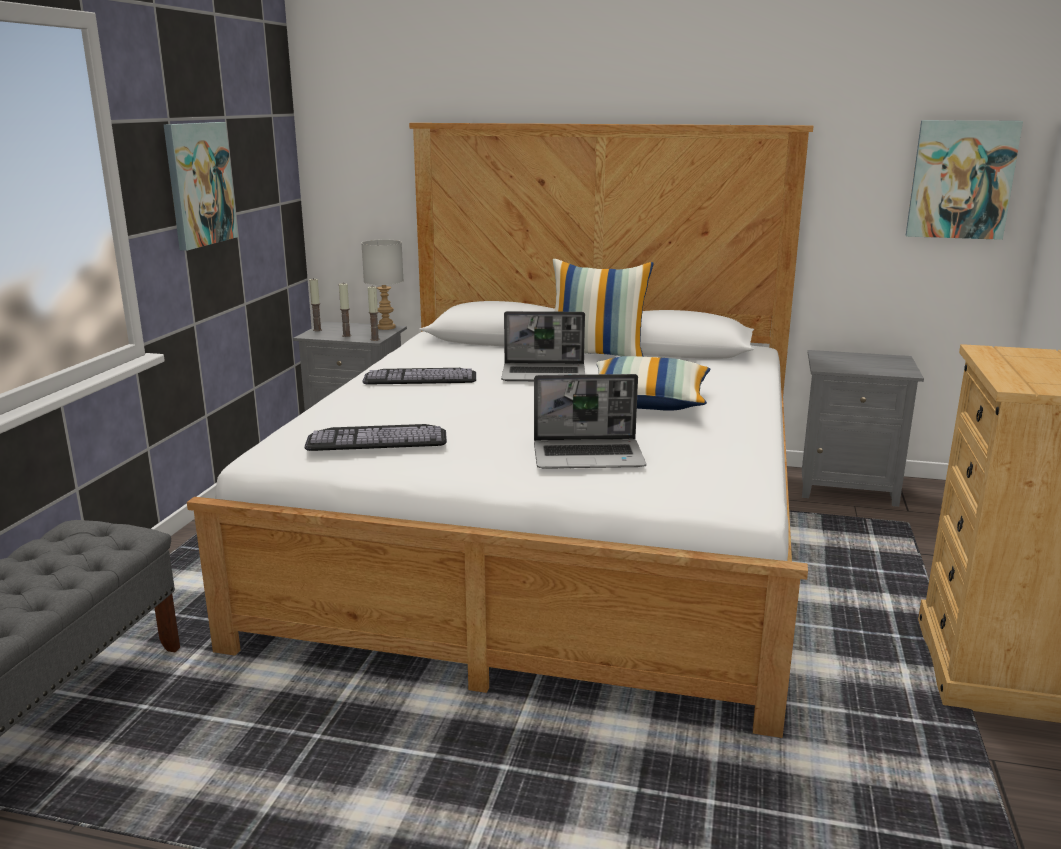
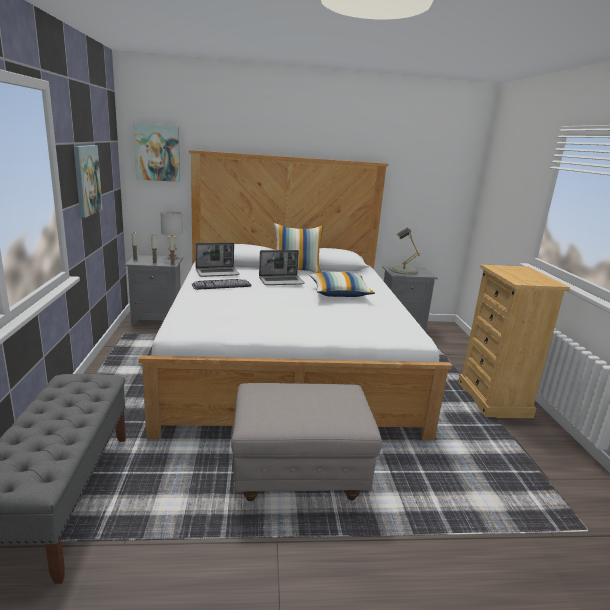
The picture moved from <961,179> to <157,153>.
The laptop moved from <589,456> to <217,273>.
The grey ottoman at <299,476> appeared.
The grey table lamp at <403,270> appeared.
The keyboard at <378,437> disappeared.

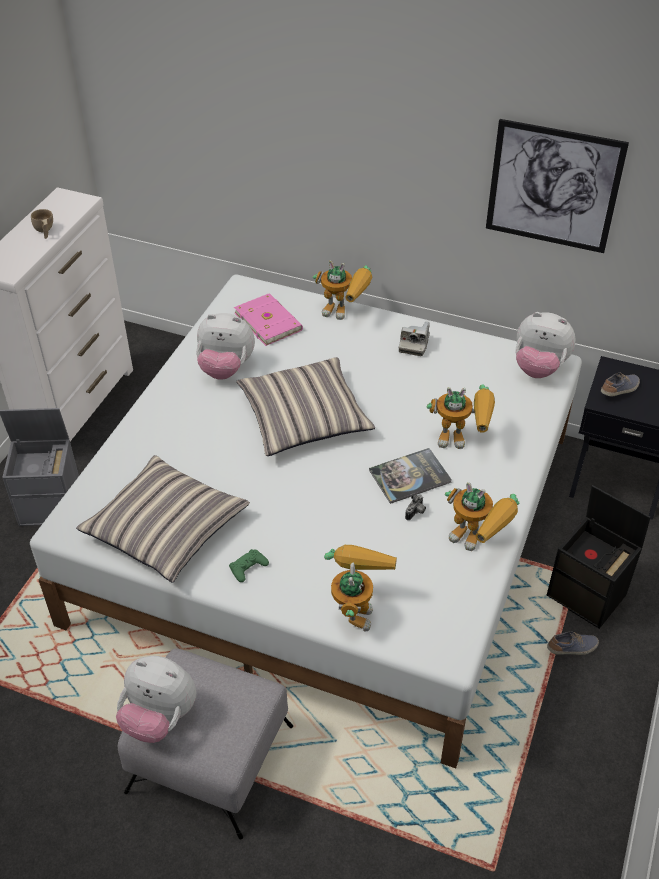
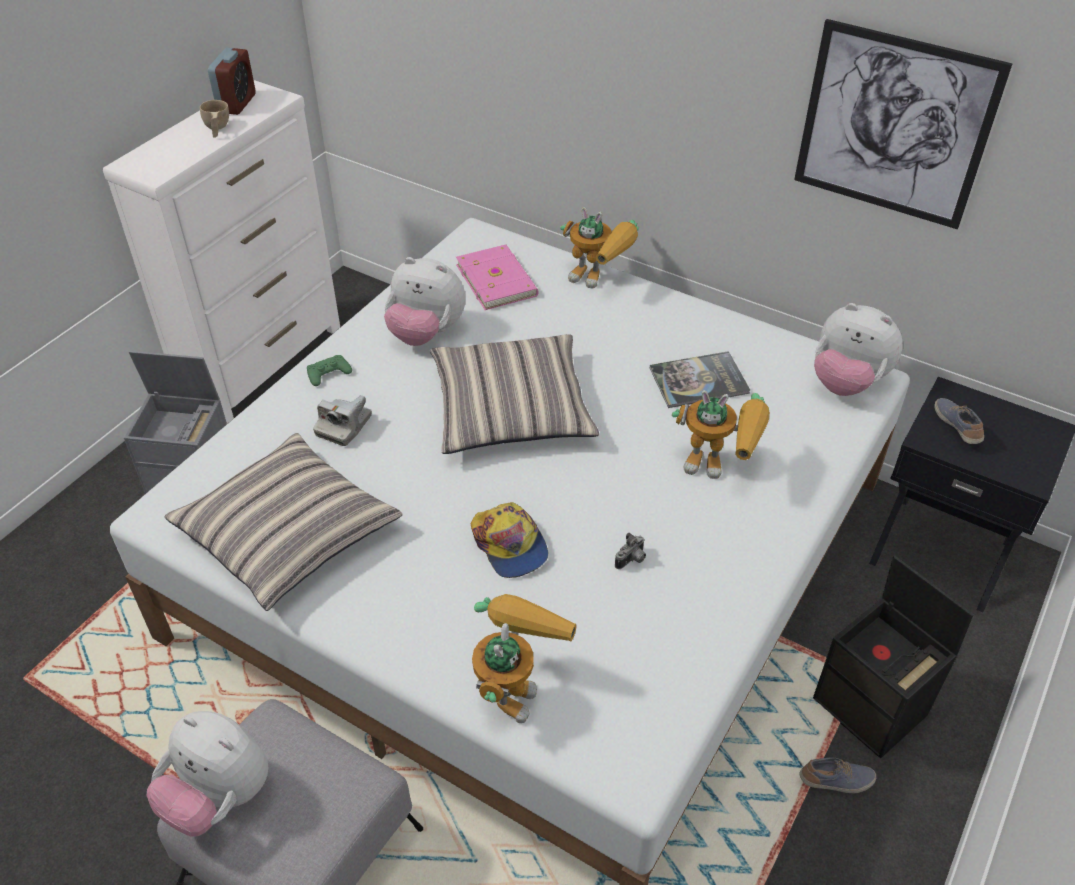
The alarm clock at <237,103> appeared.
The green game controller moved from <248,567> to <328,373>.
The photo camera moved from <414,344> to <344,426>.
The cap at <510,545> appeared.
The book moved from <410,476> to <699,381>.
The shoe at <620,390> turned 75 degrees counterclockwise.
The toy robot at <478,541> disappeared.

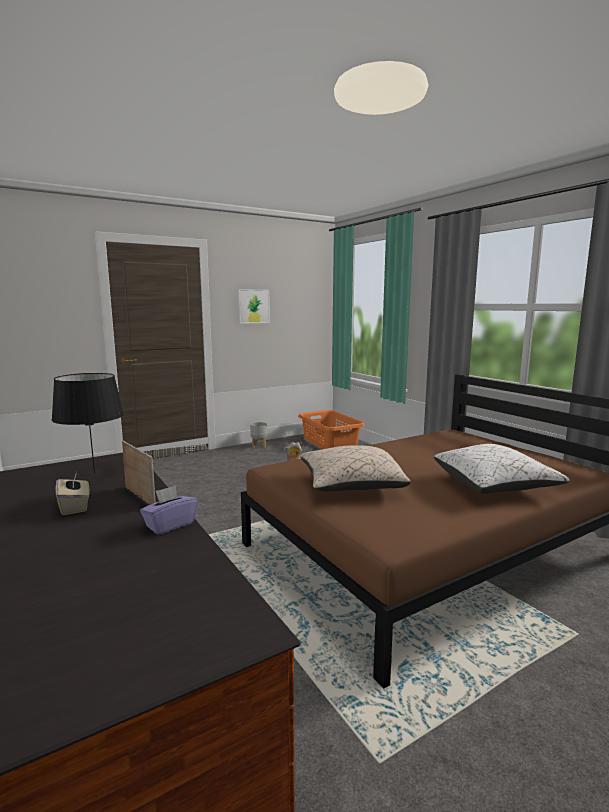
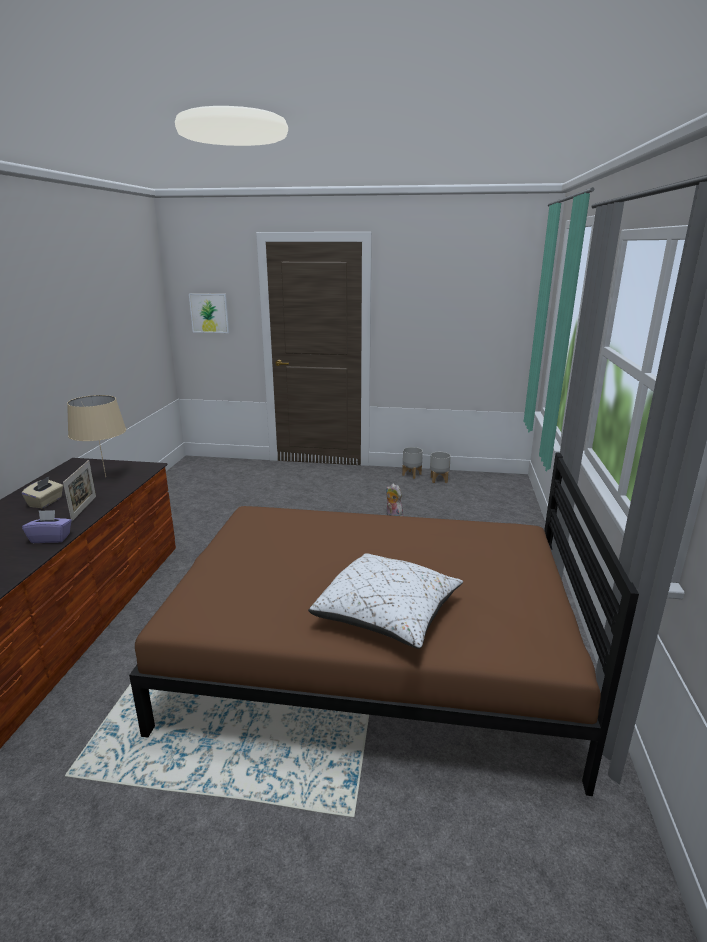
The black table lamp at <94,473> became the beige table lamp at <106,477>.
The picture moved from <253,306> to <209,313>.
The grey planter at <439,480> appeared.
The orange laundry basket at <330,442> disappeared.
The beige pillow at <350,486> disappeared.

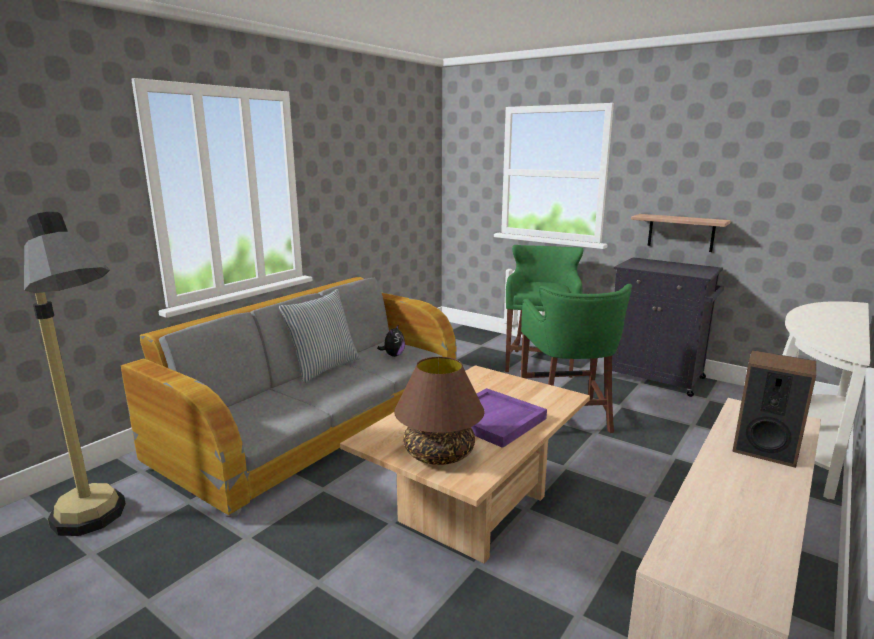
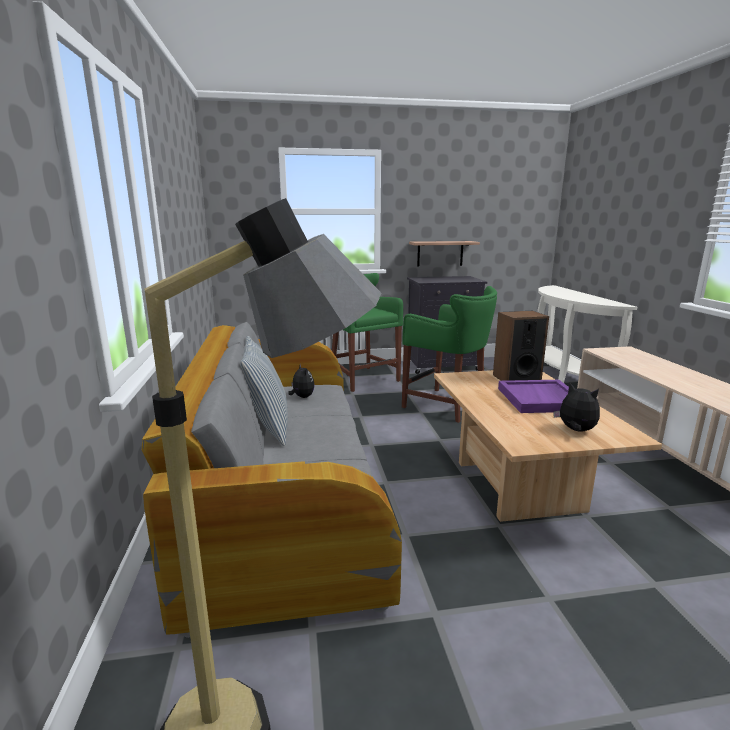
The speaker moved from <764,449> to <516,378>.
The brown table lamp at <438,453> was replaced by the plush toy at <575,430>.

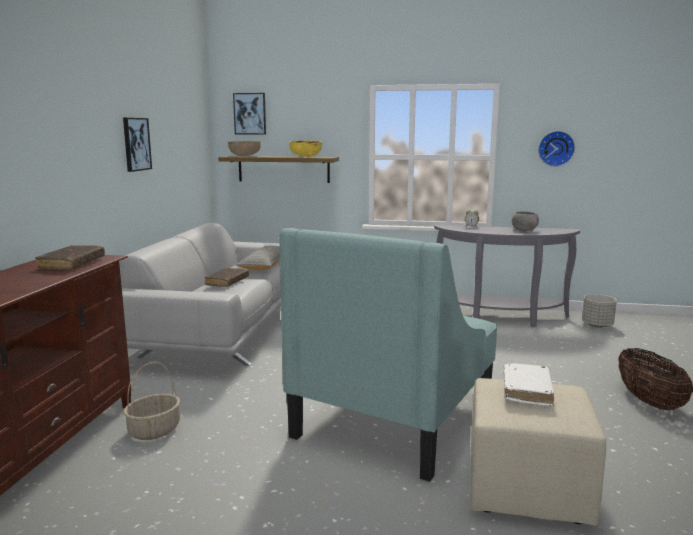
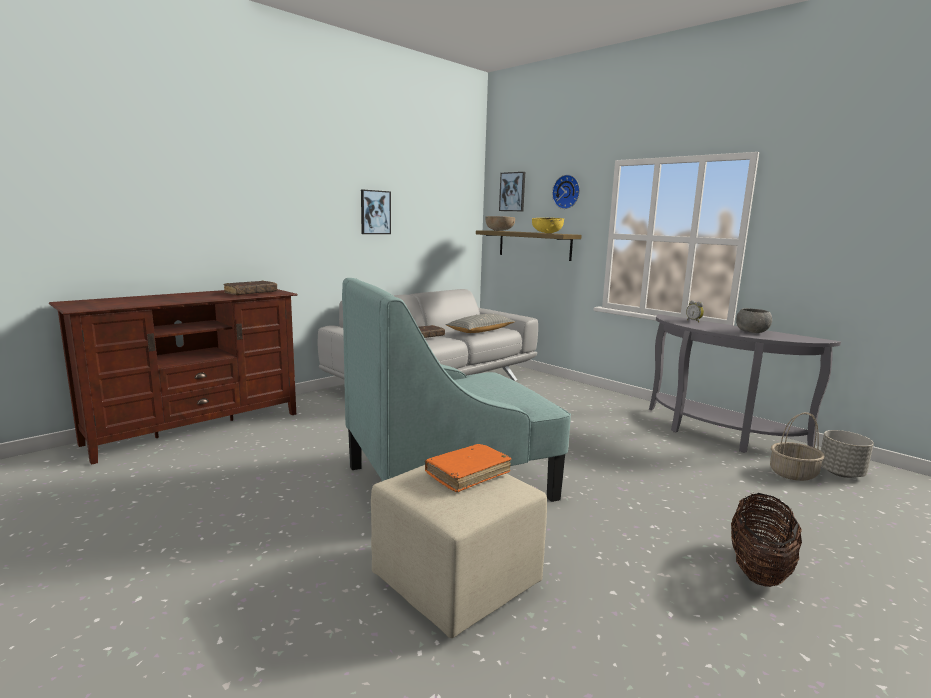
The white book at <526,391> became the orange book at <468,474>.
The wall clock moved from <556,148> to <567,192>.
The basket moved from <154,431> to <793,474>.

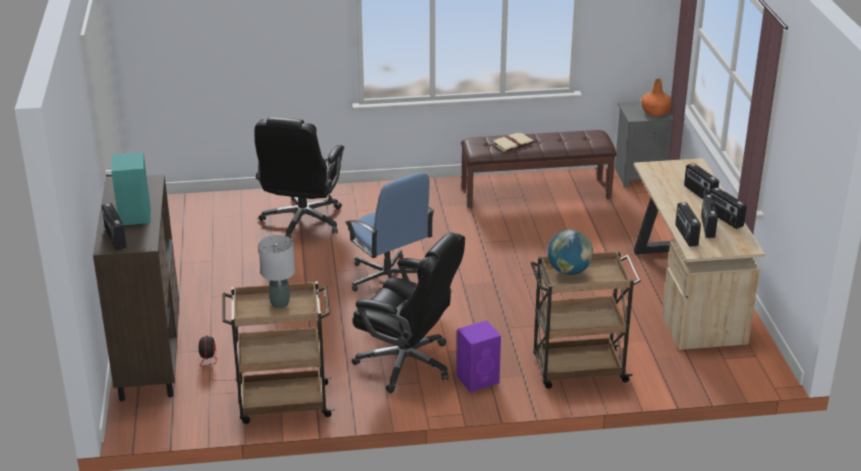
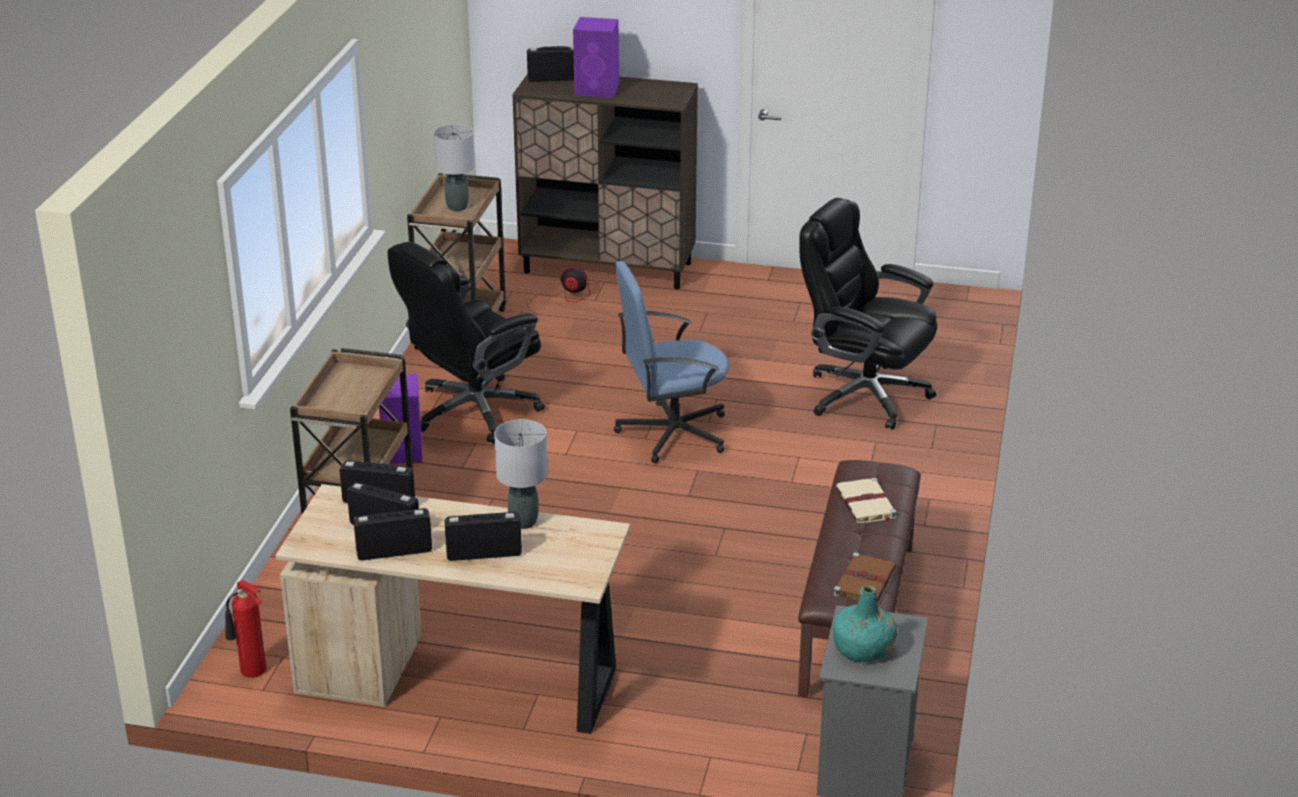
The fire extinguisher at <252,672> appeared.
The grey table lamp at <523,521> appeared.
The turquoise speaker at <134,215> became the purple speaker at <598,90>.
The brown book at <865,581> appeared.
The orange bottle at <655,112> became the turquoise bottle at <863,649>.
The globe at <569,271> disappeared.

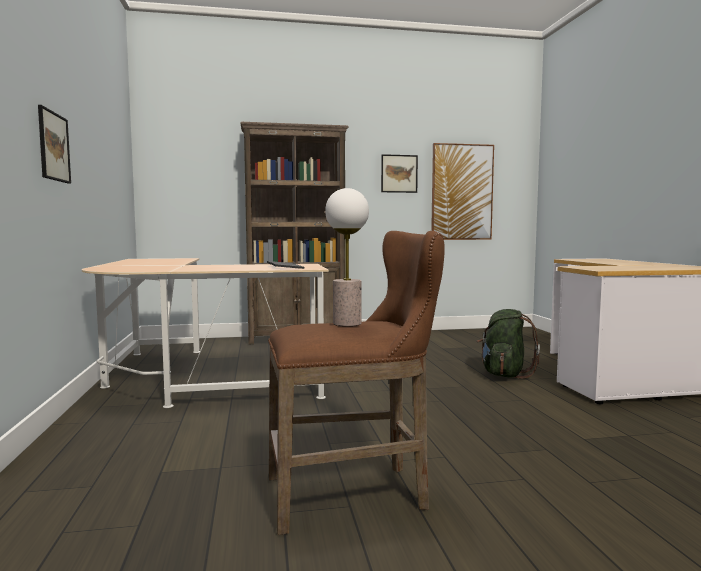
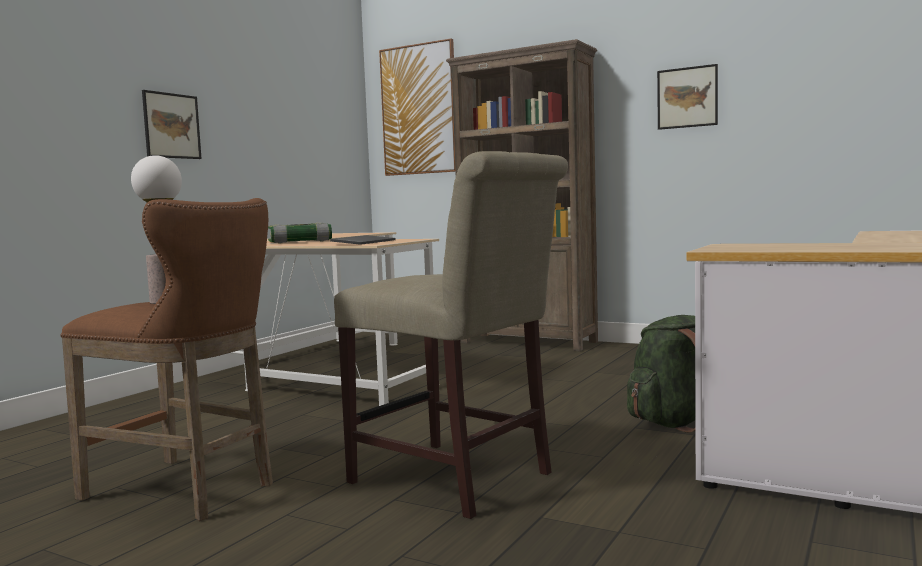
The book at <298,242> appeared.
The beige chair at <458,480> appeared.
The picture moved from <461,192> to <419,110>.

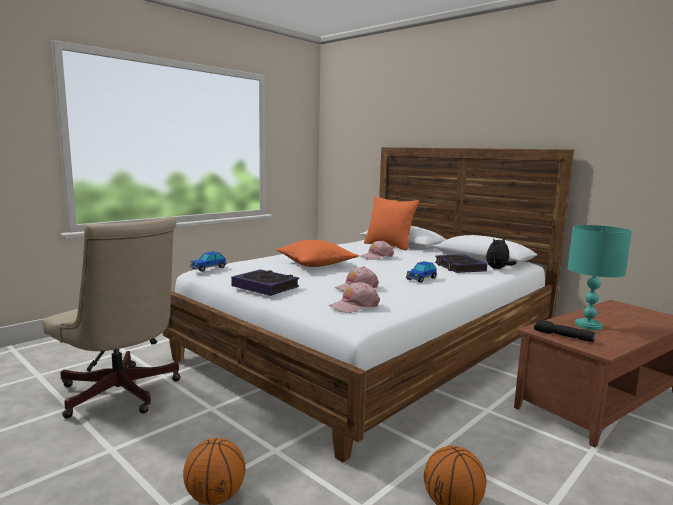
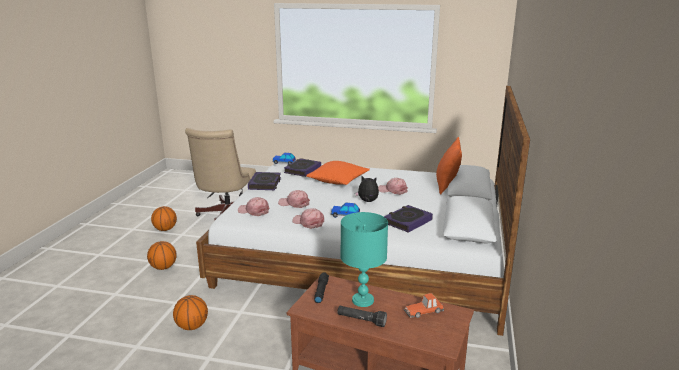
The basketball at <165,229> appeared.
The book at <302,170> appeared.
The pink cap at <308,222> appeared.
The black flashlight at <361,320> appeared.
The plush toy moved from <498,269> to <367,202>.
The toy car at <424,311> appeared.

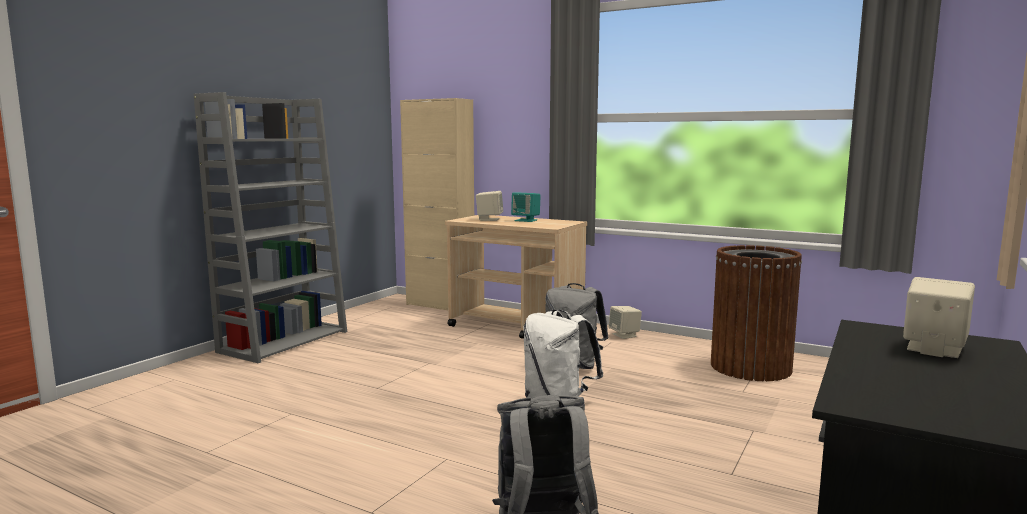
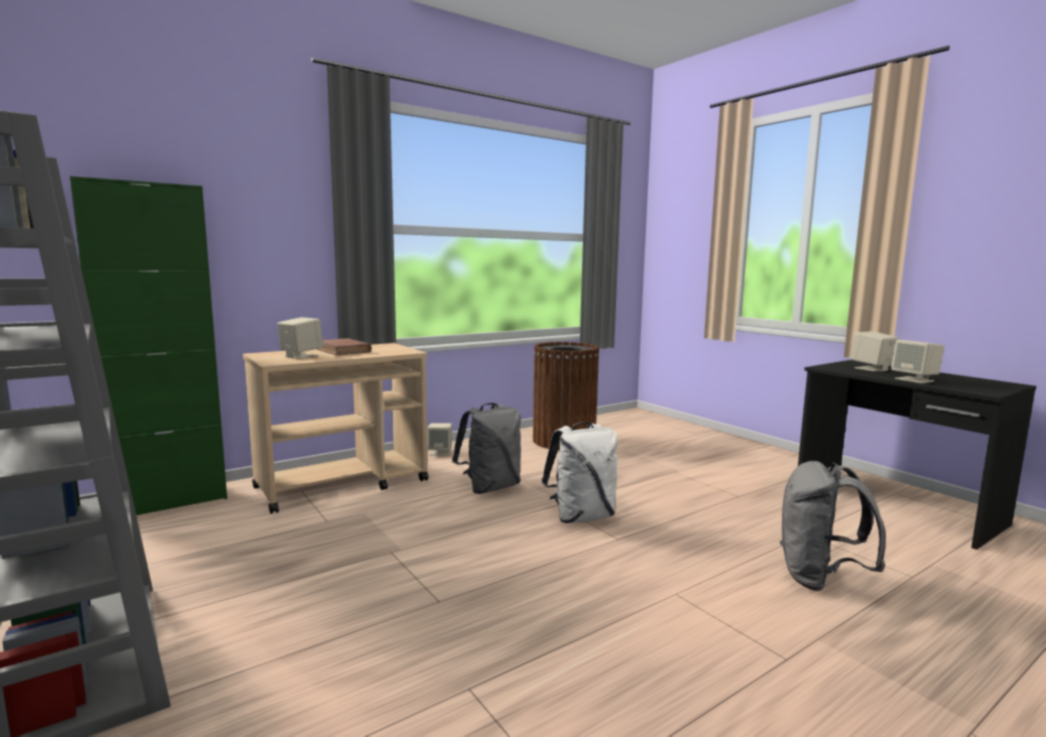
The beige cabinet at <440,305> became the green cabinet at <169,502>.
The turquoise speaker at <526,220> was replaced by the brown book at <342,350>.
The beige speaker at <915,380> appeared.

